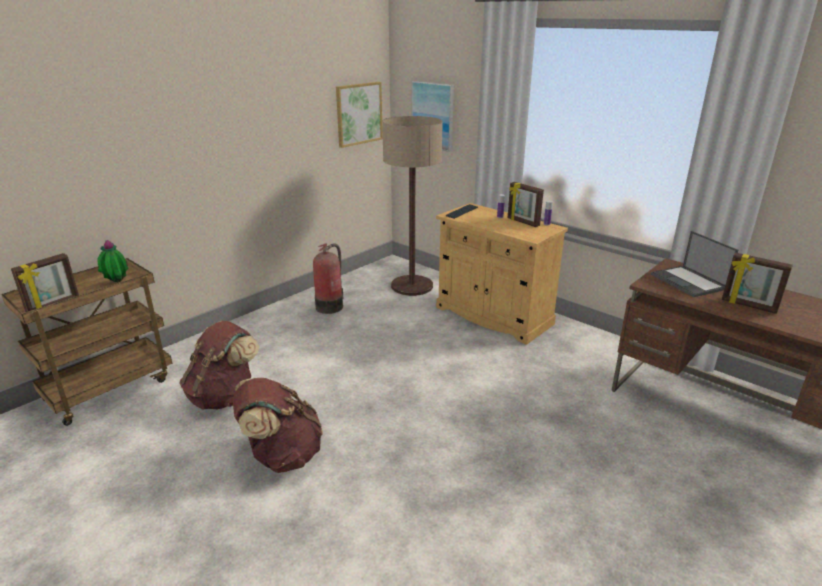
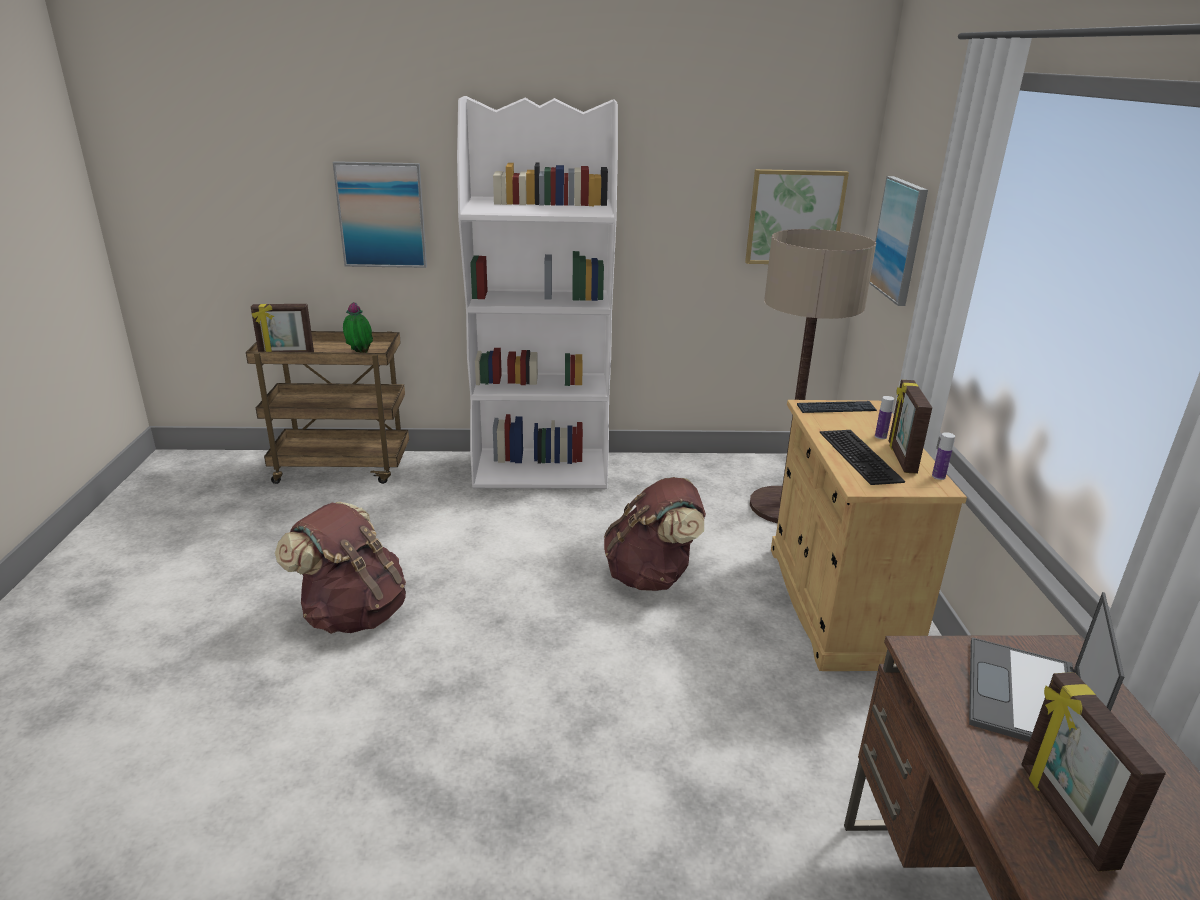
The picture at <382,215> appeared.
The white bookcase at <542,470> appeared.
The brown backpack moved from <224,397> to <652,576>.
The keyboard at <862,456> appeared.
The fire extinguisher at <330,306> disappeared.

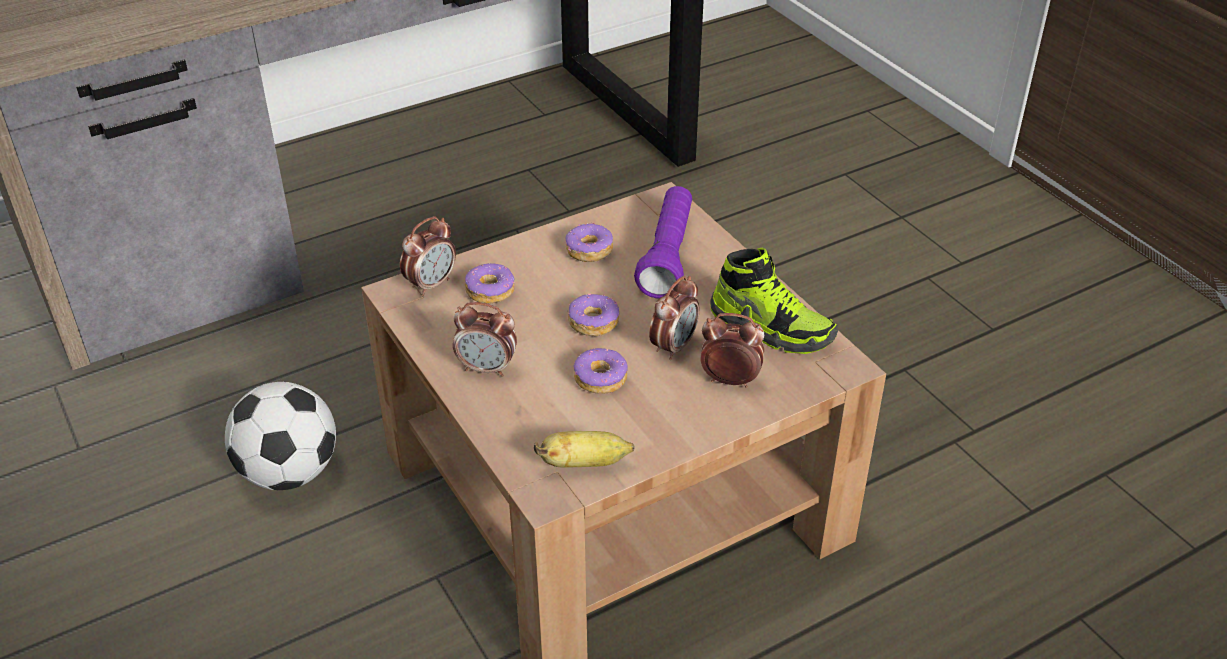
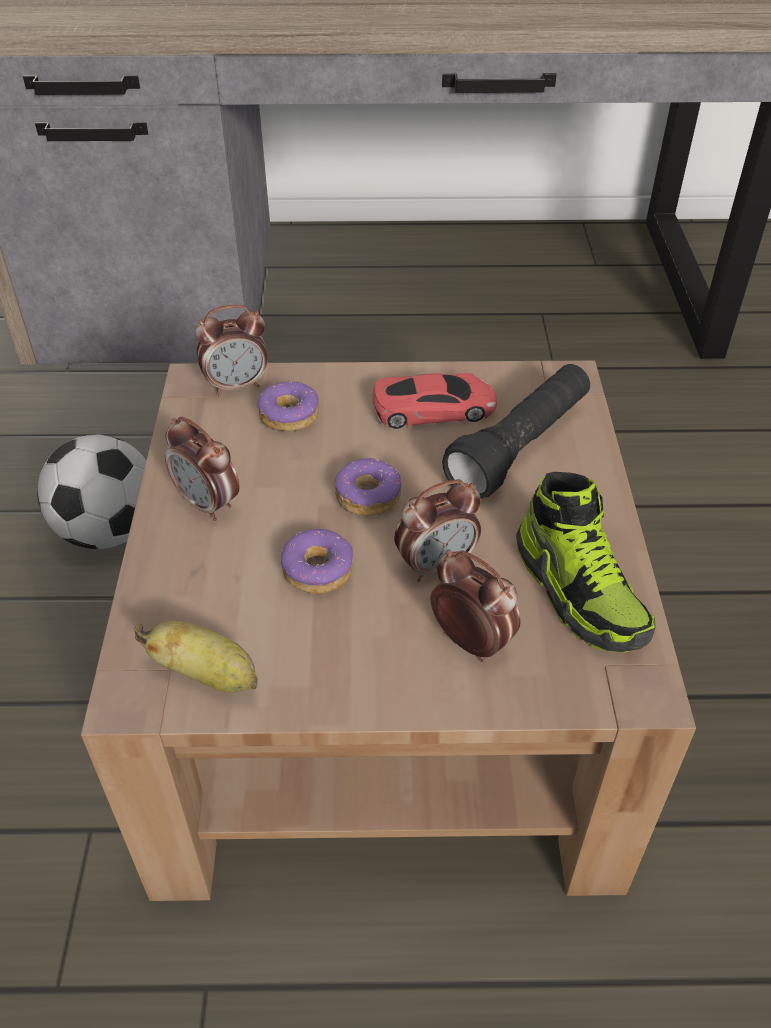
The donut at <588,250> was replaced by the red toy car at <434,408>.
The purple flashlight at <667,256> became the black flashlight at <519,447>.

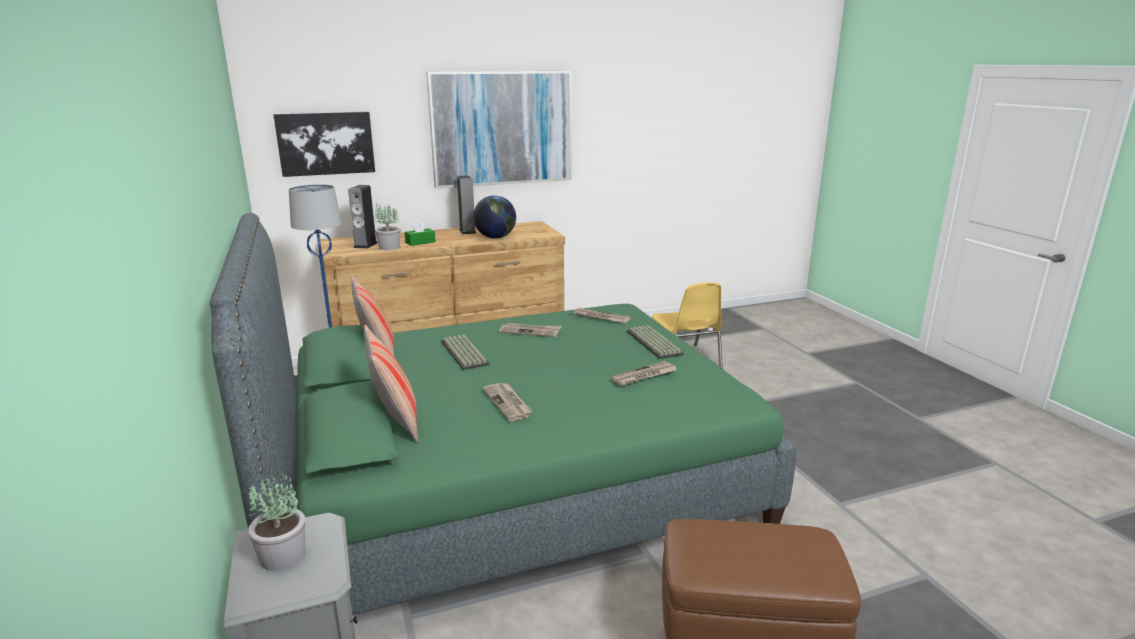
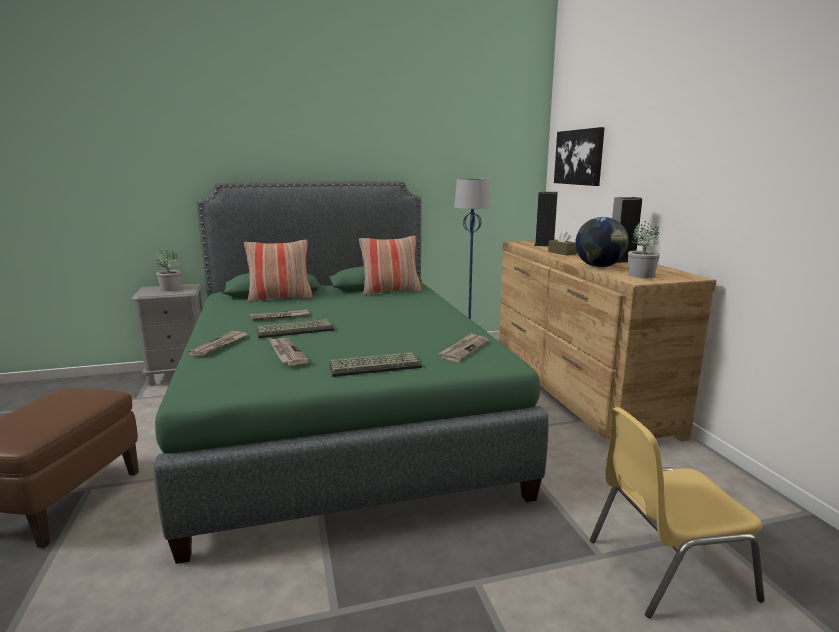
The newspaper moved from <530,331> to <220,345>.
The keyboard moved from <462,353> to <295,330>.
The green tissue box at <420,242> became the brown tissue box at <562,253>.
The potted plant moved from <389,247> to <640,275>.
The picture at <501,128> disappeared.

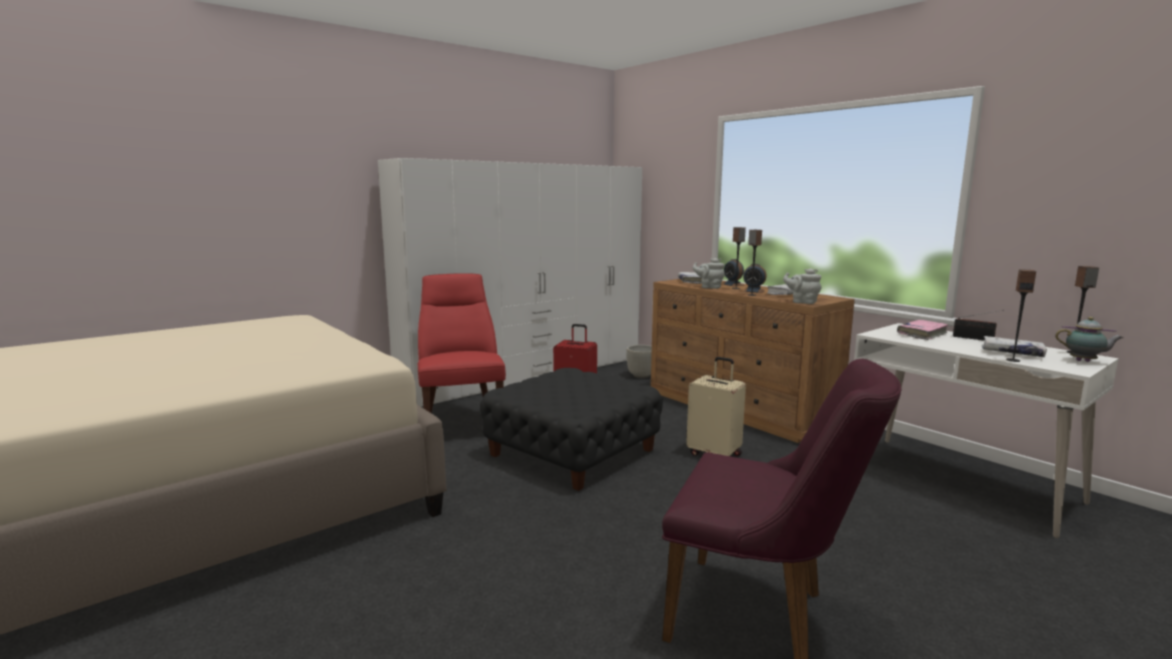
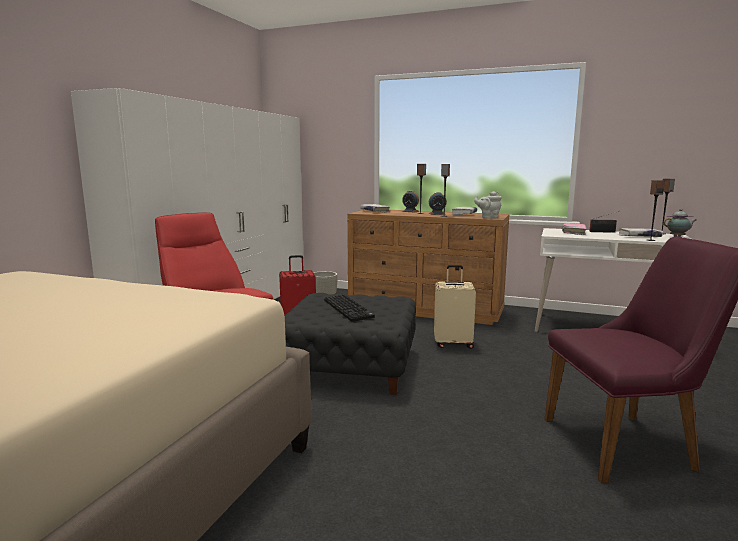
The keyboard at <349,309> appeared.
The grey teapot at <709,287> disappeared.

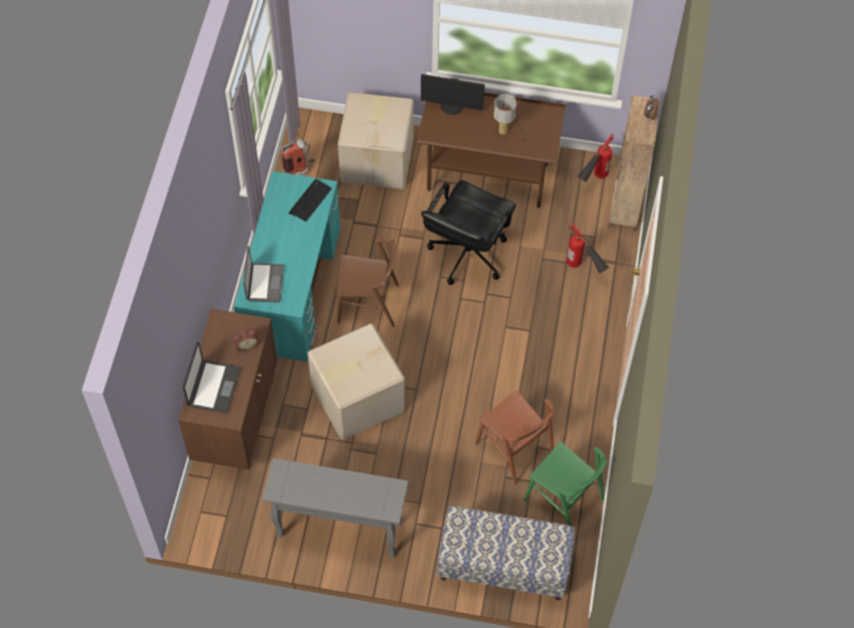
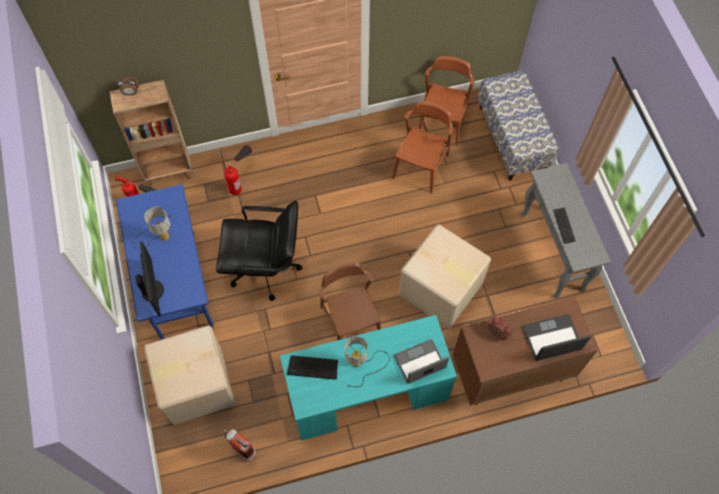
The brown desk at <487,178> became the blue desk at <177,285>.
The table lamp at <362,365> appeared.
The green chair at <564,500> became the brown chair at <442,122>.
The keyboard at <564,226> appeared.

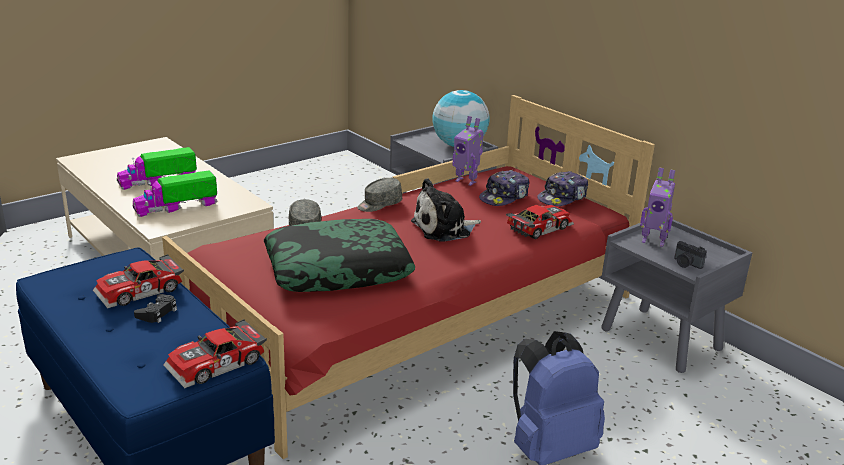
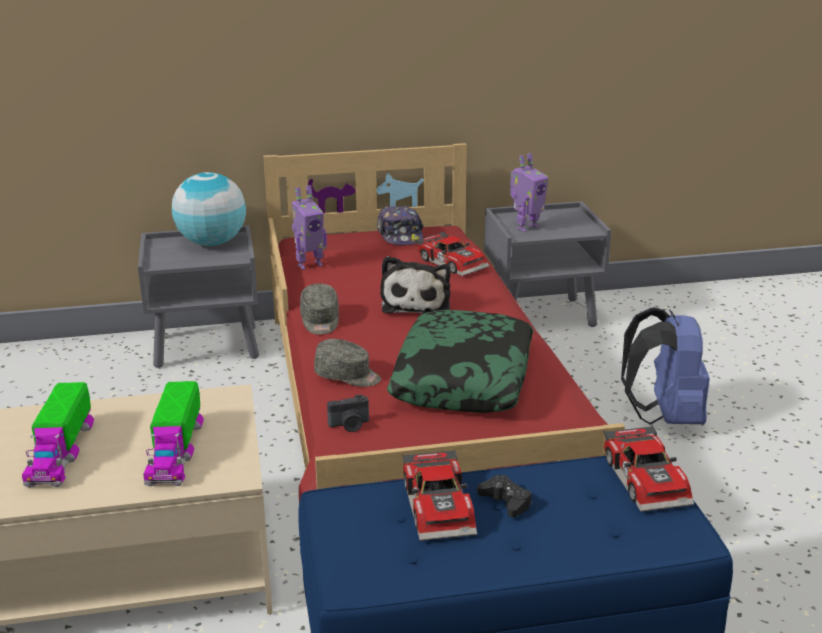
The photo camera moved from <686,264> to <350,425>.
The toy car at <537,227> turned 150 degrees clockwise.
The cap at <504,197> disappeared.

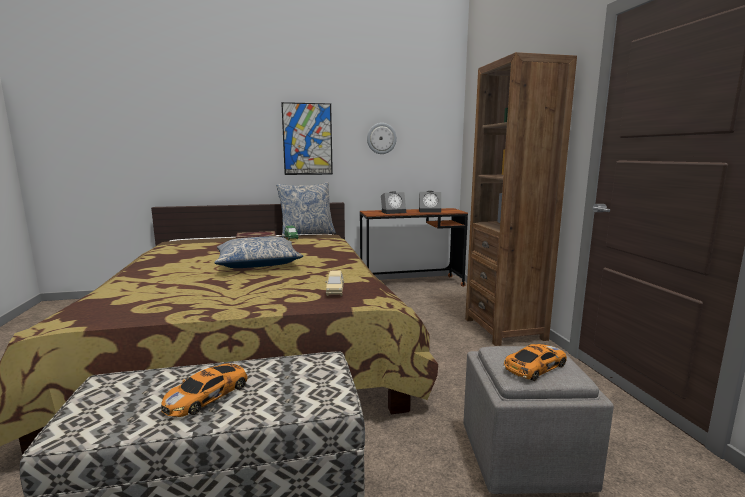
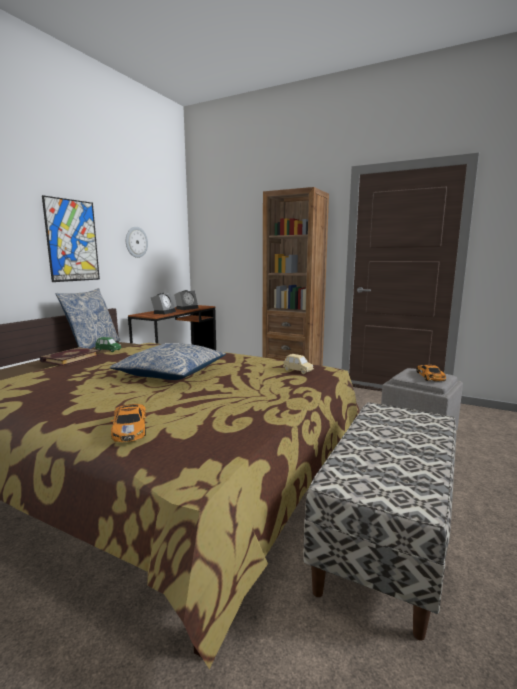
The toy car moved from <208,395> to <130,428>.

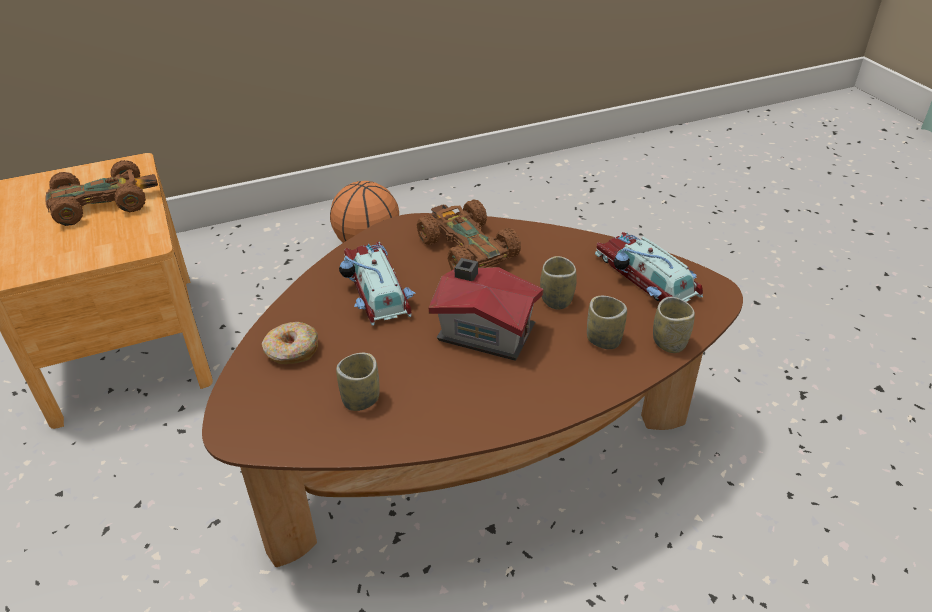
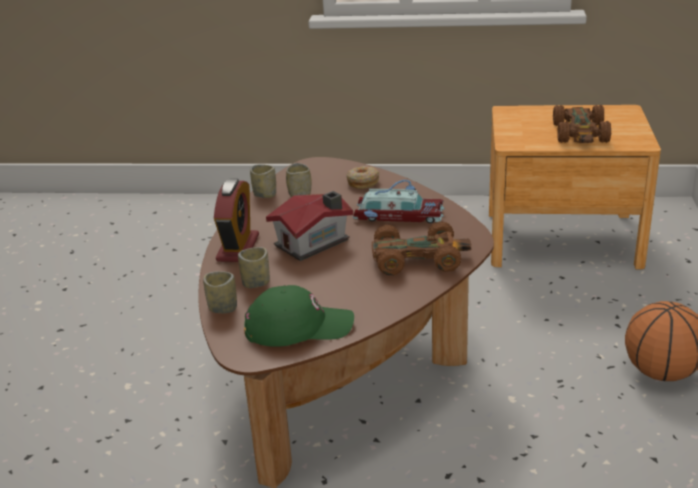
The alarm clock at <238,248> appeared.
The toy car at <645,278> was replaced by the green cap at <298,326>.
The cup moved from <556,300> to <265,195>.

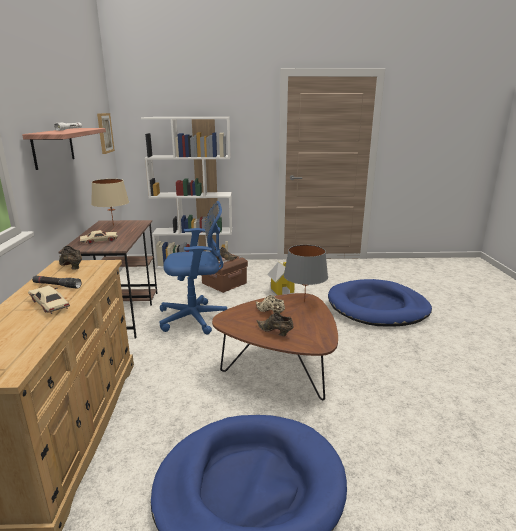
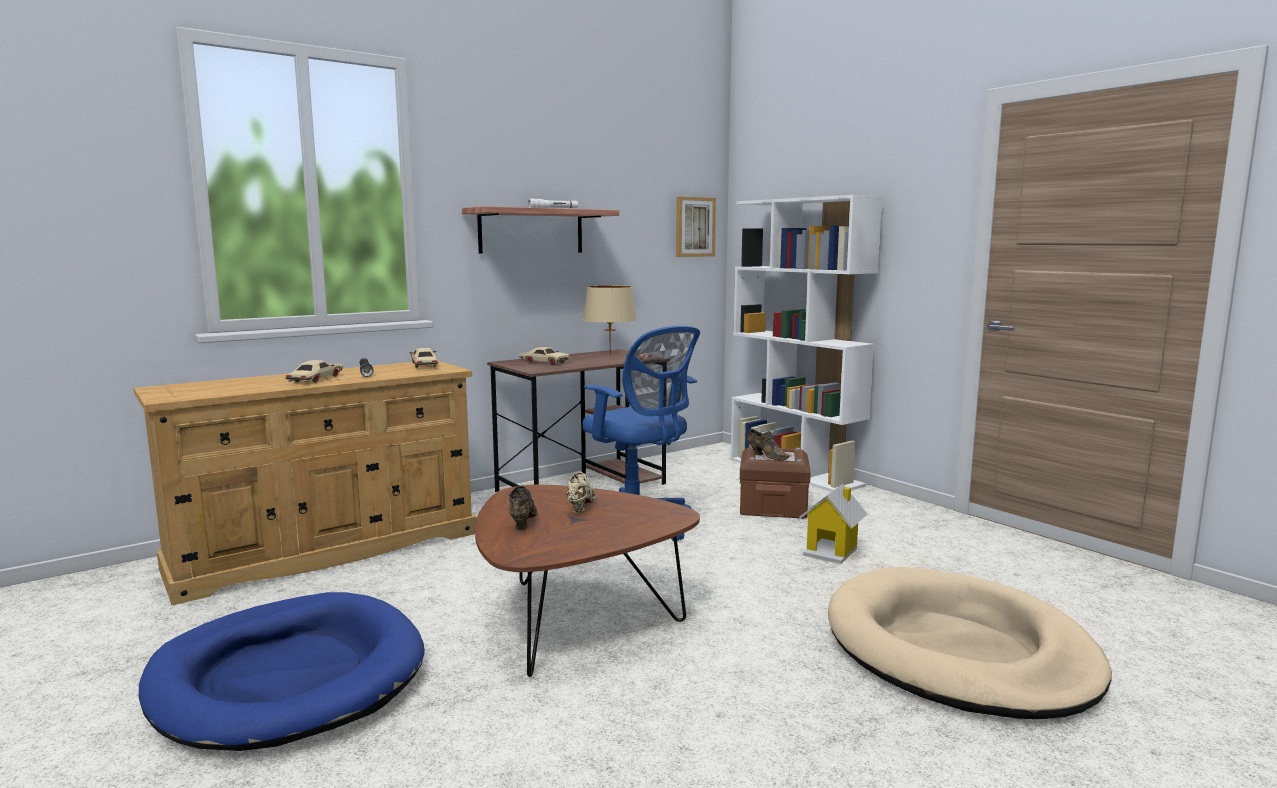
The brown shoe at <71,266> was replaced by the beige toy car at <424,365>.
The blue dog bed at <377,307> became the beige dog bed at <957,650>.
The grey table lamp at <304,302> disappeared.

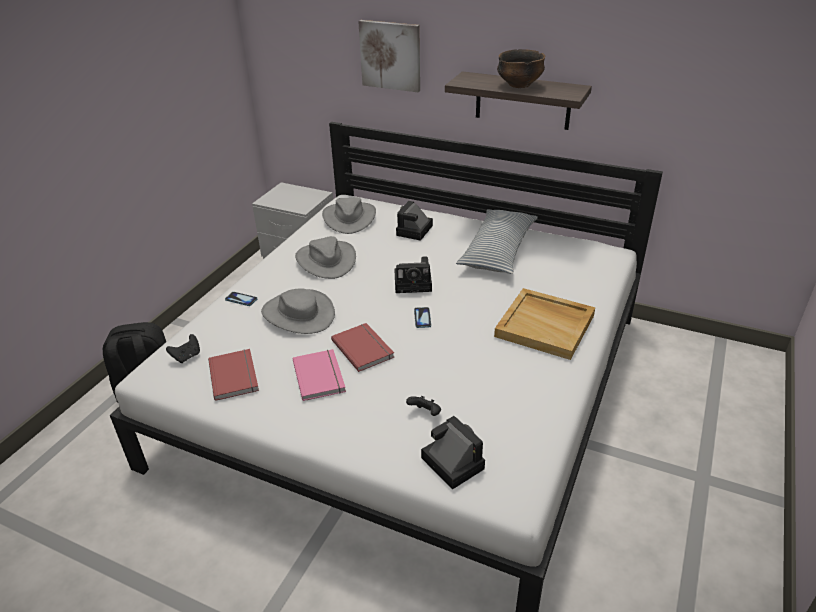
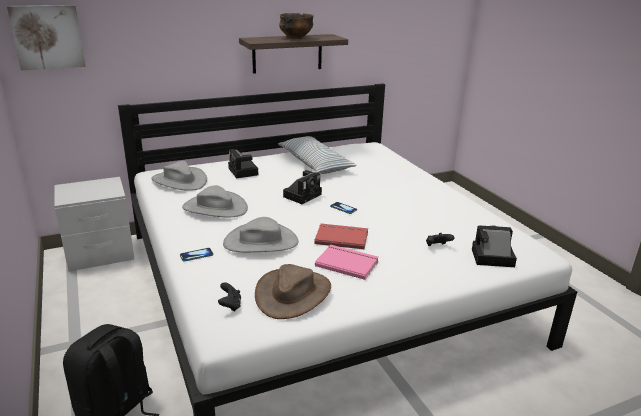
The picture moved from <391,55> to <48,37>.
The red book at <235,375> was replaced by the brown hat at <293,294>.
The beige tray at <545,326> disappeared.

